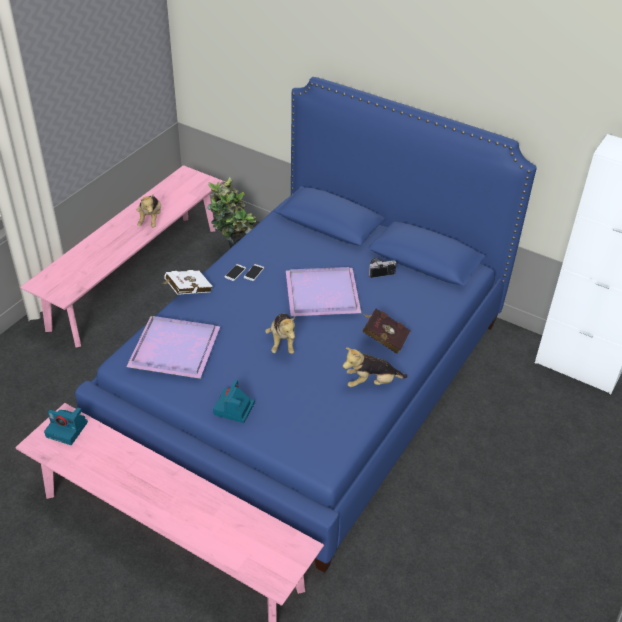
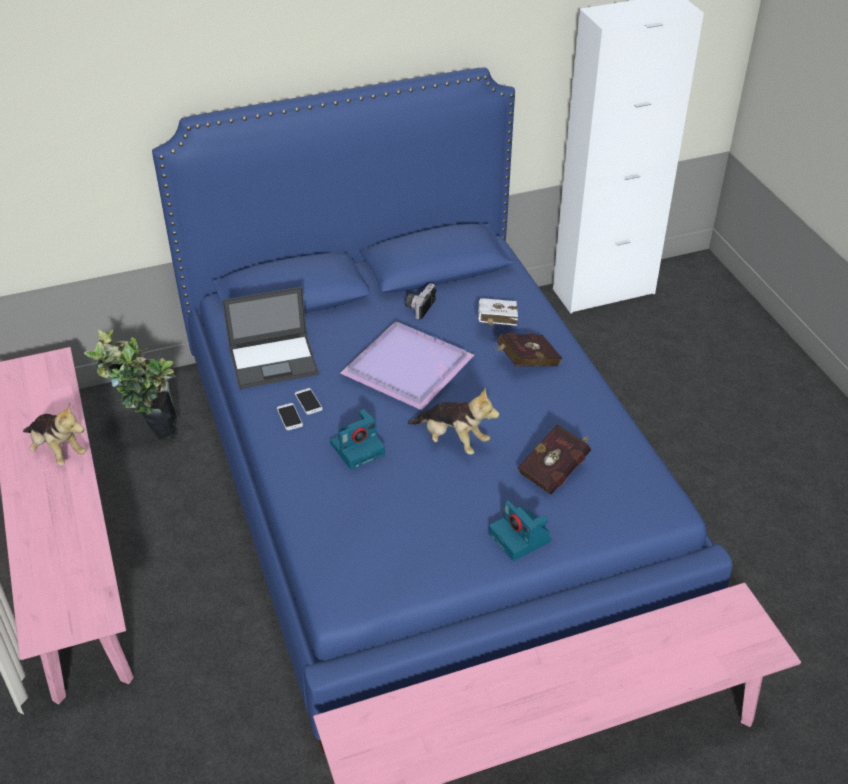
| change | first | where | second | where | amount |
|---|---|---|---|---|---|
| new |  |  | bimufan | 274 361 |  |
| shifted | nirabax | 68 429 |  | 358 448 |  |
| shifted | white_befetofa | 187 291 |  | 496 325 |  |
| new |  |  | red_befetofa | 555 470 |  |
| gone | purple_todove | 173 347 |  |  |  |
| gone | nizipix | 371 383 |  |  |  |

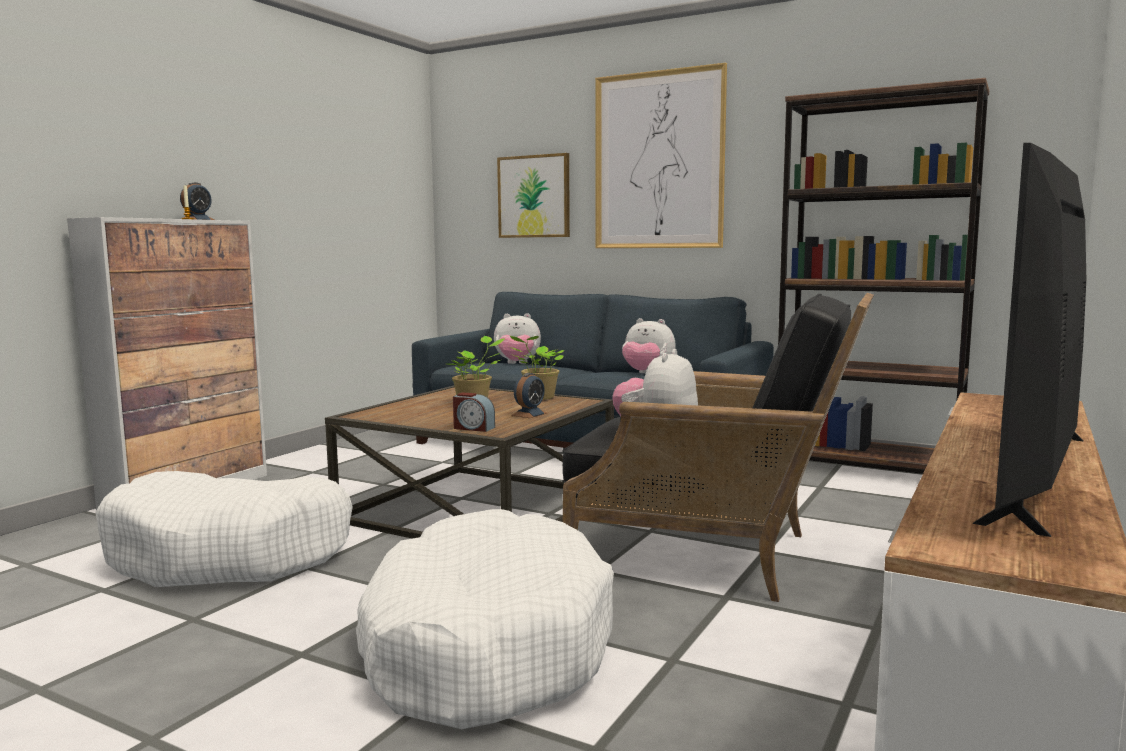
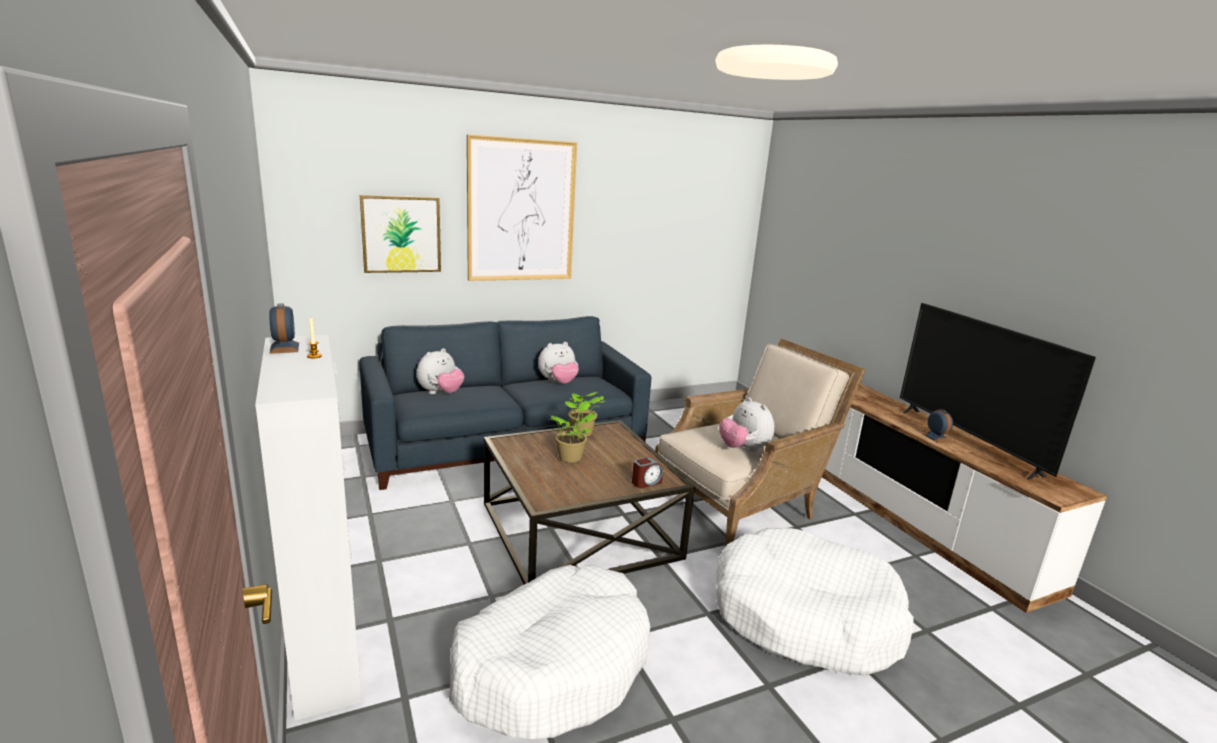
| change | first | where | second | where | amount |
|---|---|---|---|---|---|
| repainted | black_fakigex | 714 555 | beige_fakigex | 742 503 |  |
| shifted | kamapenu | 529 414 |  | 936 437 |  |
| gone | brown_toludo | 867 468 |  |  |  |

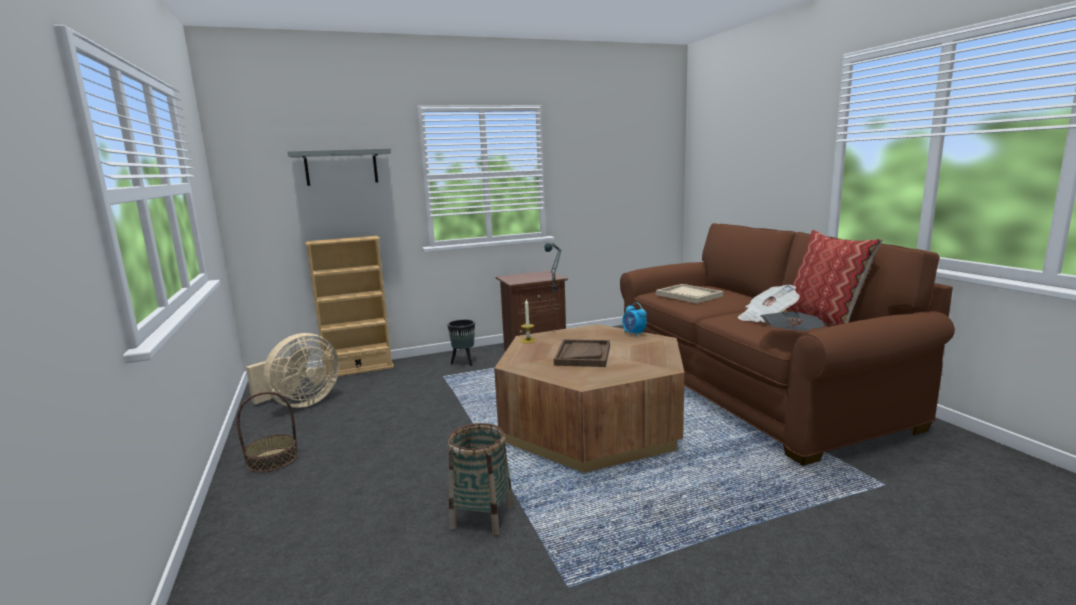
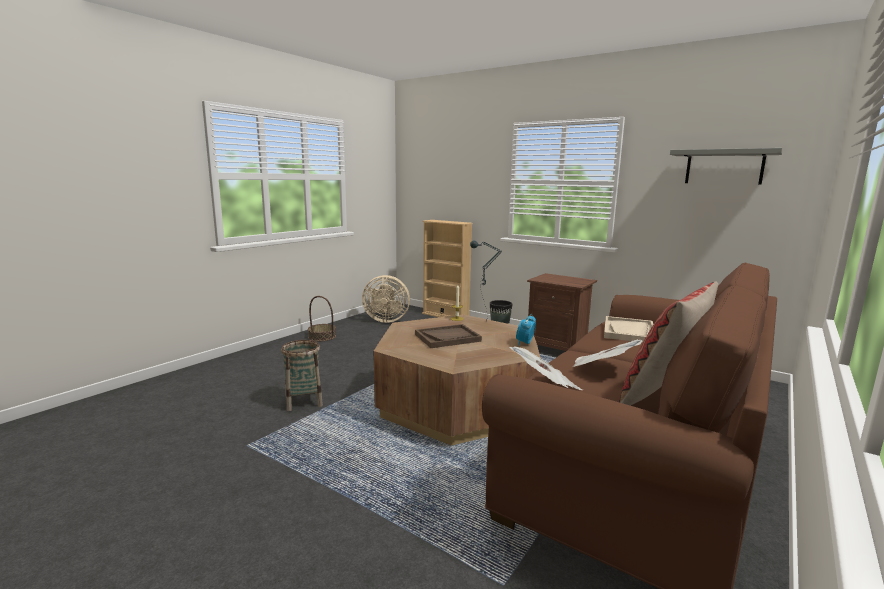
| change | first | where | second | where | amount |
|---|---|---|---|---|---|
| shifted | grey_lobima | 341 167 |  | 724 167 |  |

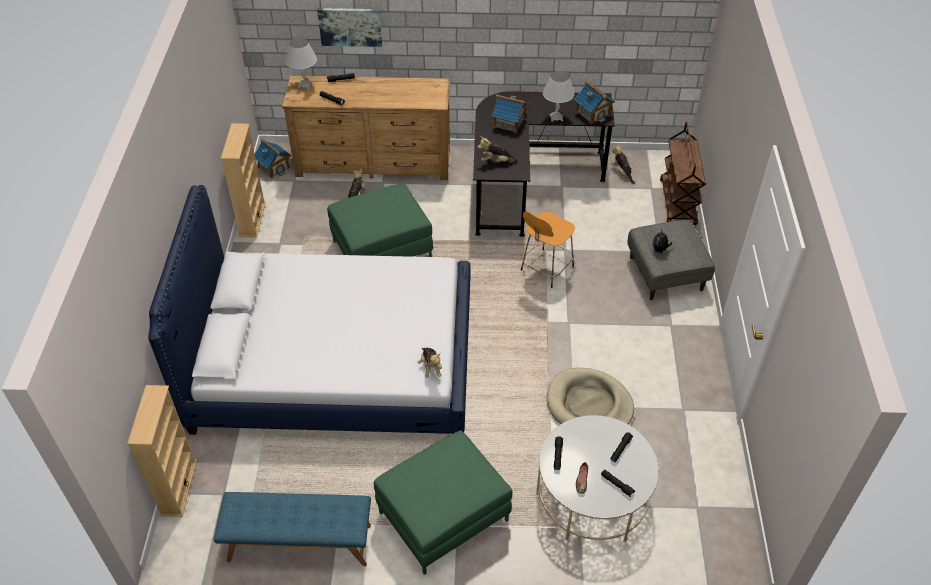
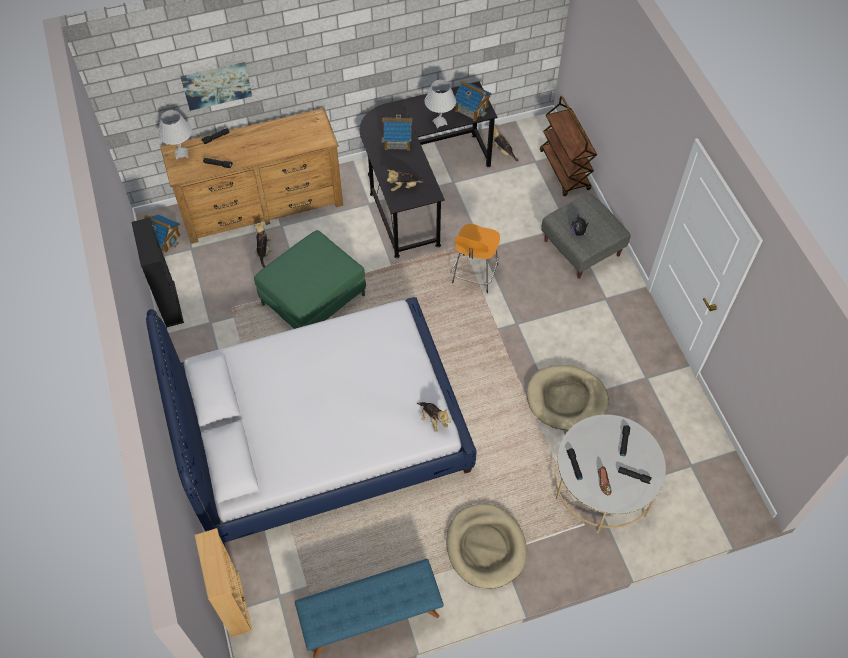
| change | first | where | second | where | amount |
|---|---|---|---|---|---|
| repainted | beige_toludo | 252 219 | black_toludo | 170 304 |  |
| swapped | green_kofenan | 443 516 | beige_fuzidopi | 486 547 |  |

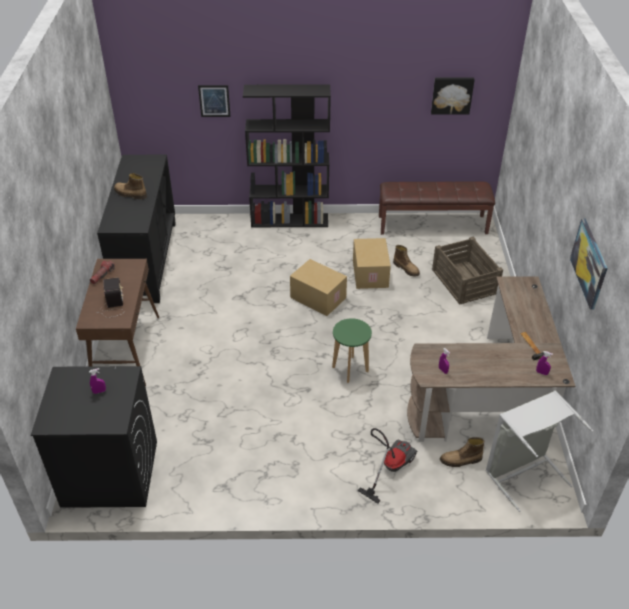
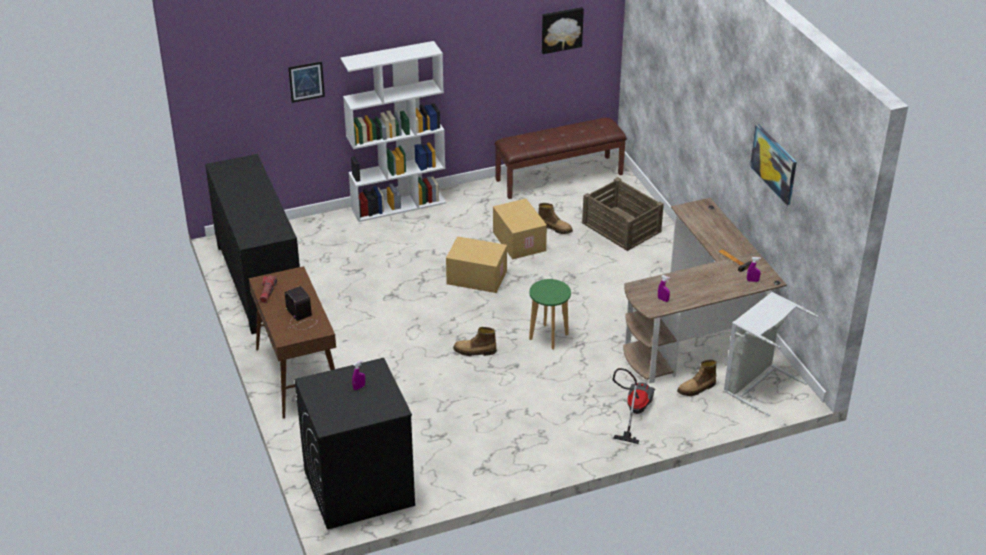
| change | first | where | second | where | amount |
|---|---|---|---|---|---|
| repainted | black_toludo | 290 220 | white_toludo | 399 205 |  |
| shifted | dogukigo | 130 194 |  | 474 351 |  |

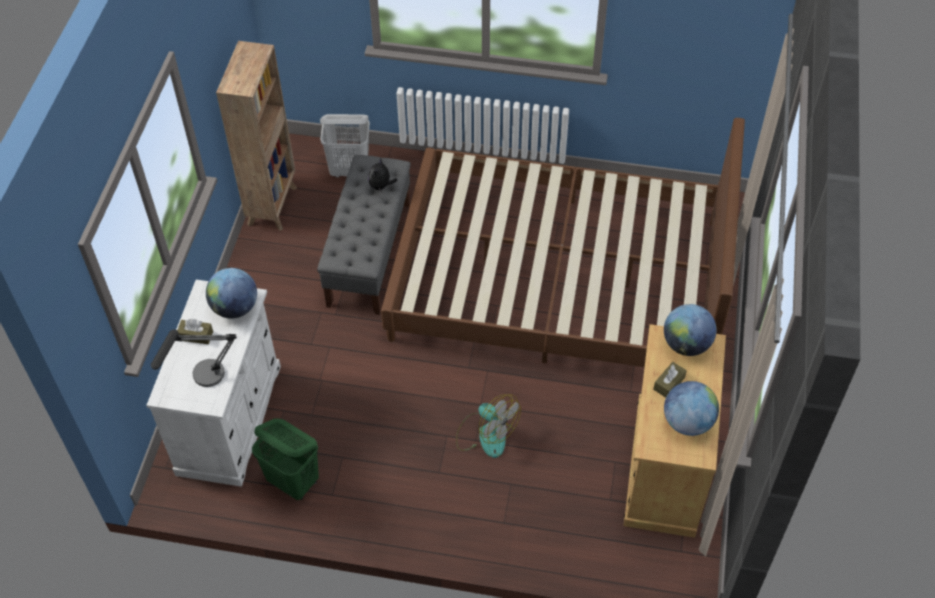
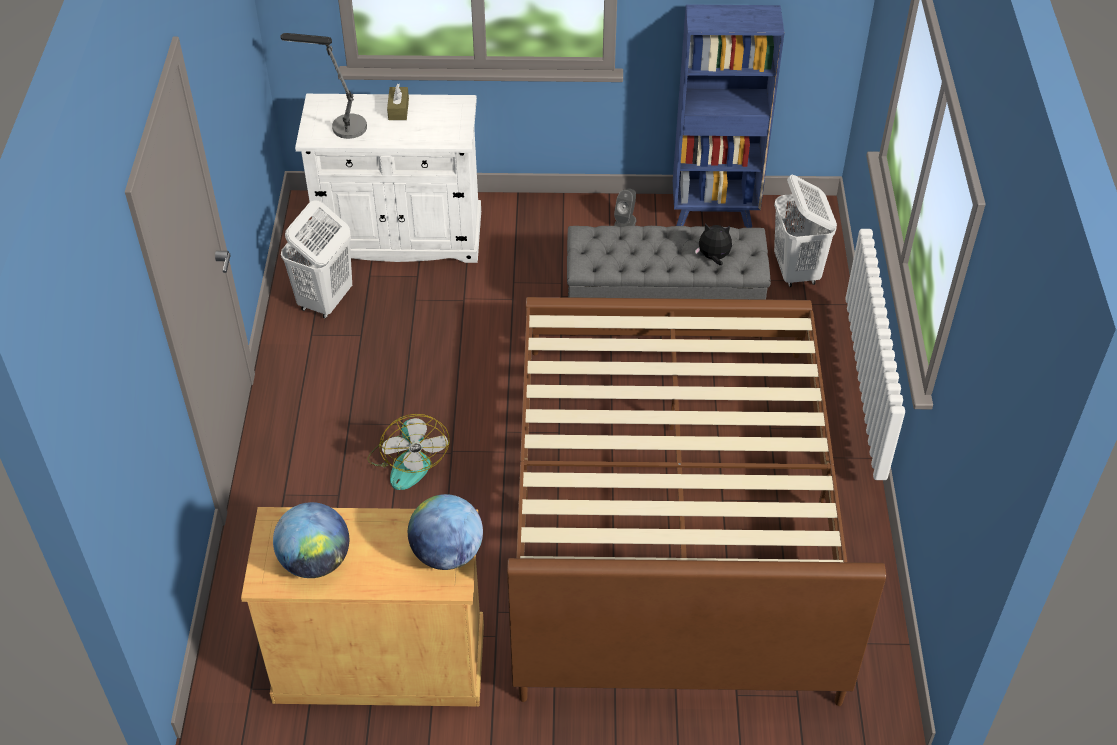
| change | first | where | second | where | amount |
|---|---|---|---|---|---|
| repainted | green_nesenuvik | 294 482 | white_nesenuvik | 325 301 |  |
| rotated | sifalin | 485 434 |  | 408 461 | 45 degrees counterclockwise |
| new |  |  | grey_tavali | 625 223 |  |
| repainted | brown_toludo | 273 205 | blue_toludo | 715 213 |  |
| gone | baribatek | 235 308 |  |  |  |
| gone | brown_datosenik | 669 383 |  |  |  |

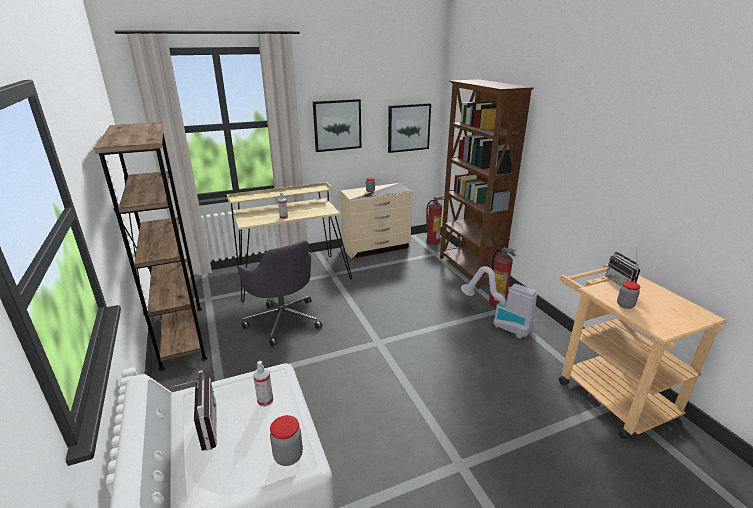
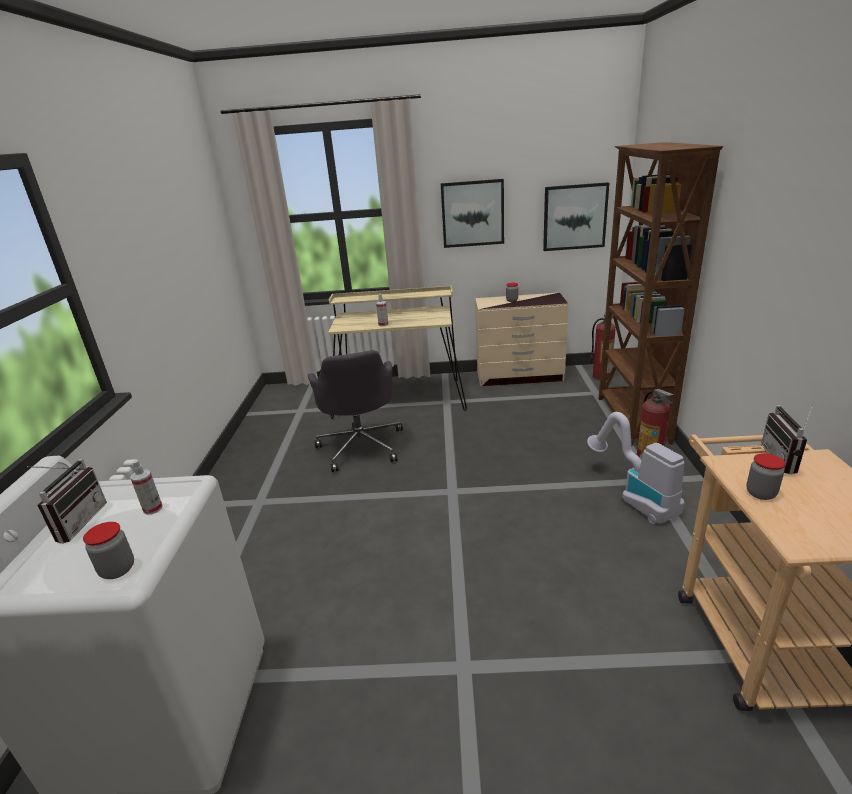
| change | first | where | second | where | amount |
|---|---|---|---|---|---|
| gone | brown_toludo | 182 336 |  |  |  |

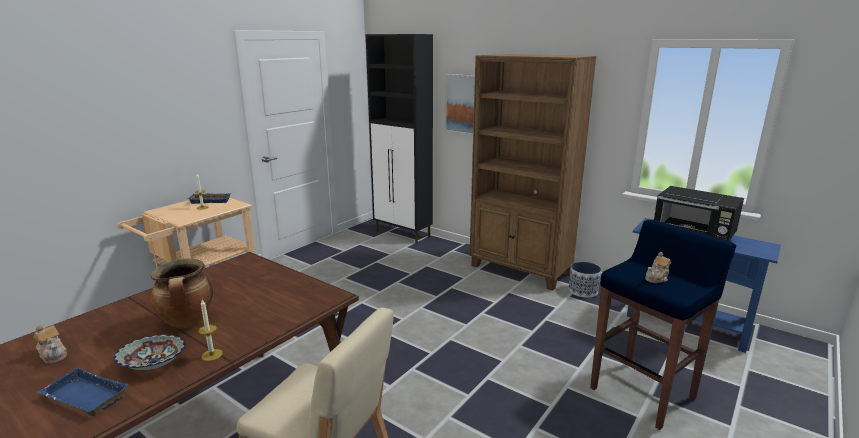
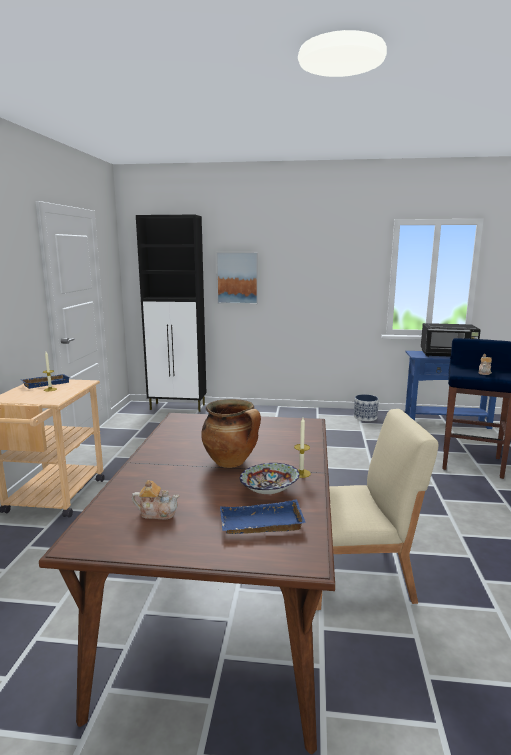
| change | first | where | second | where | amount |
|---|---|---|---|---|---|
| gone | brown_toludo | 520 270 |  |  |  |

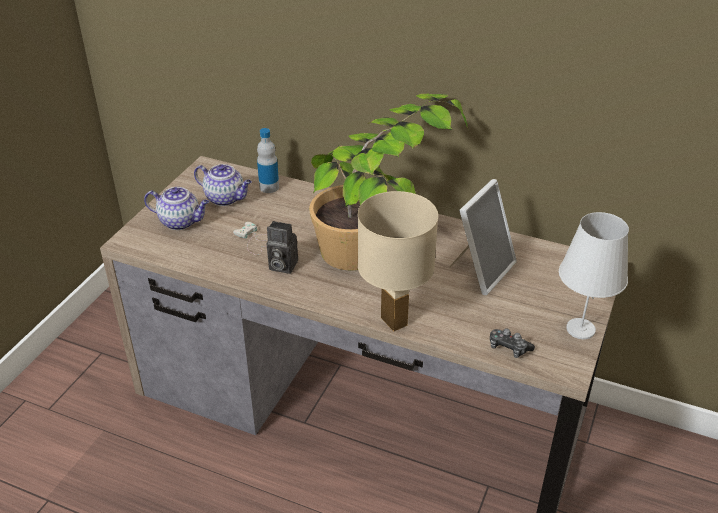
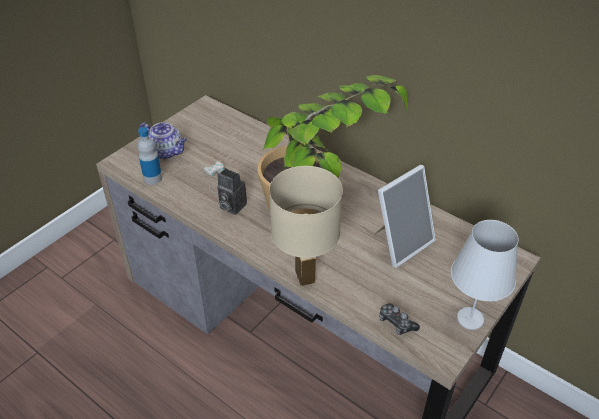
| change | first | where | second | where | amount |
|---|---|---|---|---|---|
| shifted | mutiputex | 269 187 |  | 153 178 |  |
| gone | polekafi | 226 198 |  |  |  |

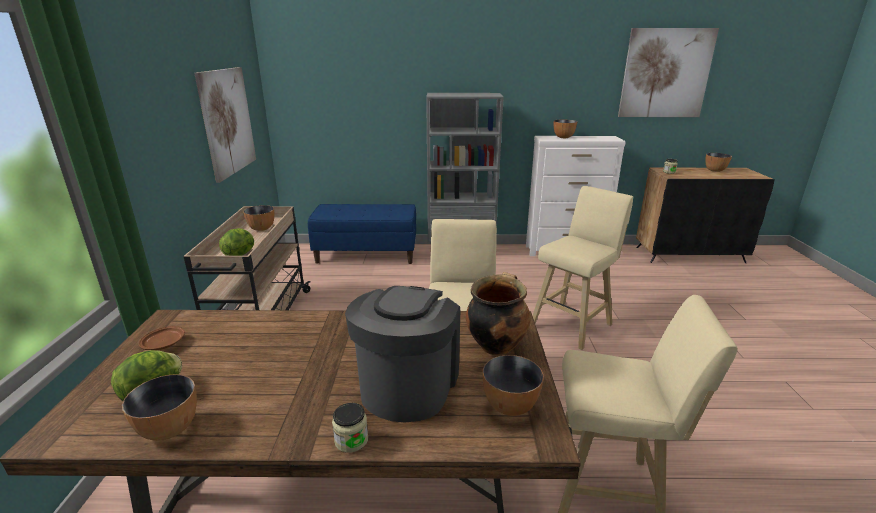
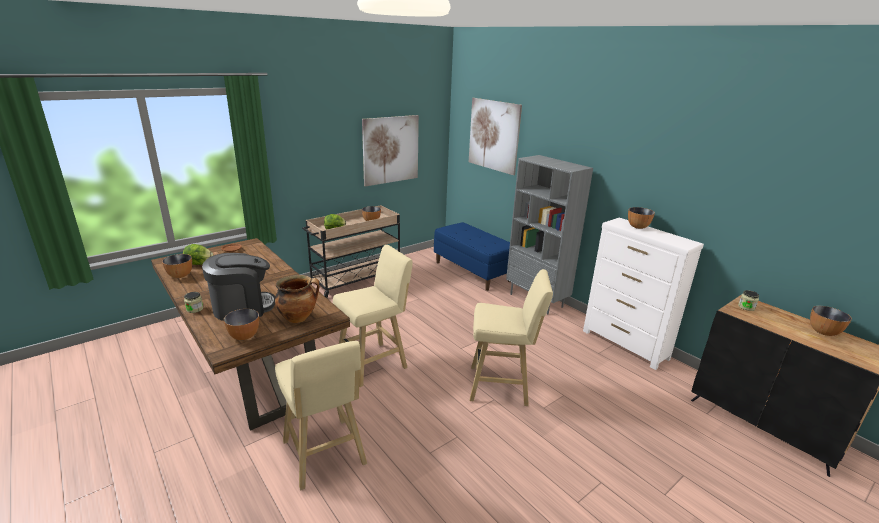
| change | first | where | second | where | amount |
|---|---|---|---|---|---|
| shifted | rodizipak | 665 74 |  | 494 135 |  |

